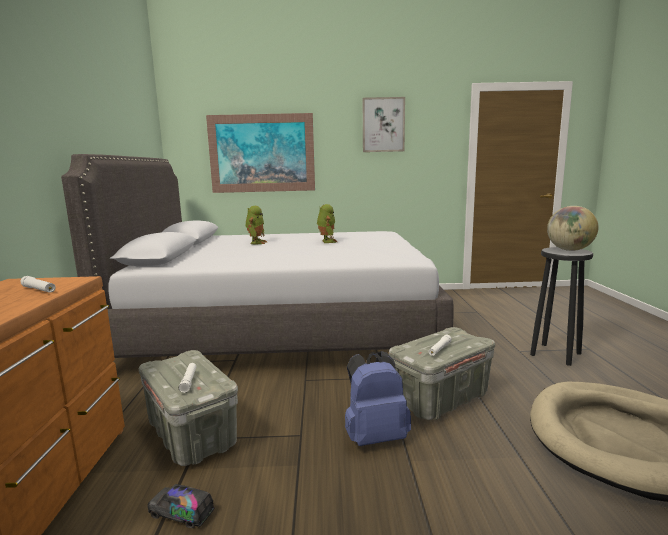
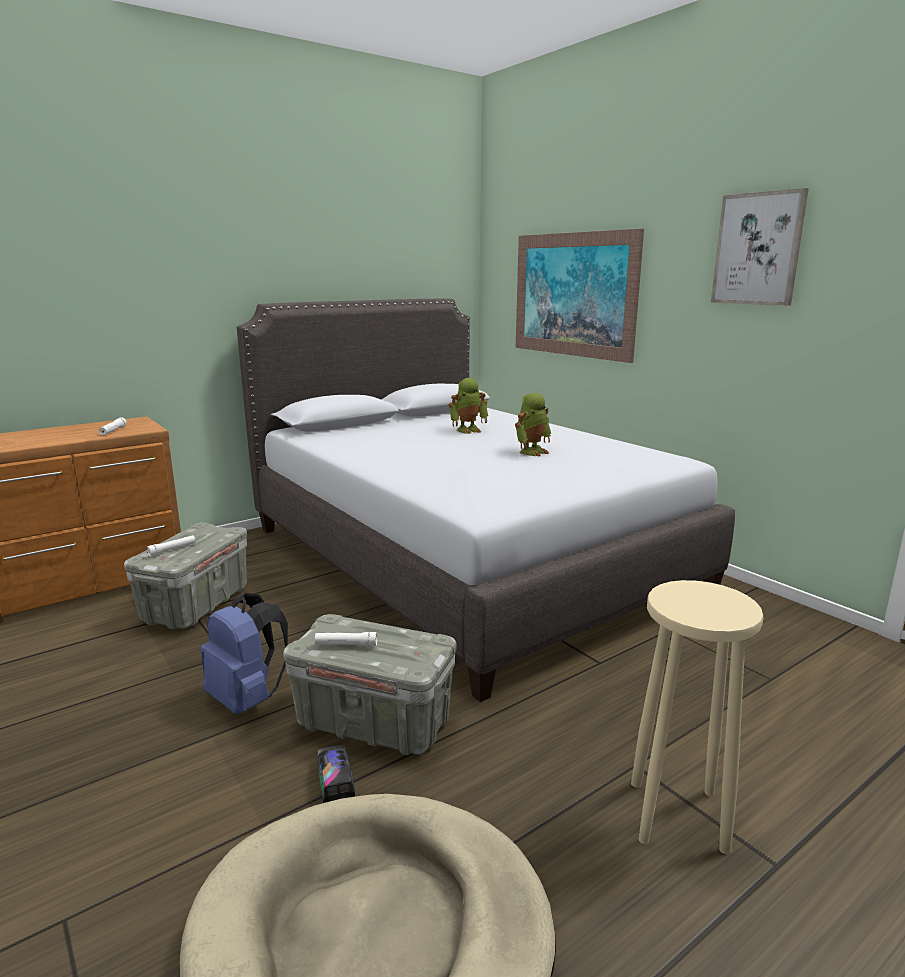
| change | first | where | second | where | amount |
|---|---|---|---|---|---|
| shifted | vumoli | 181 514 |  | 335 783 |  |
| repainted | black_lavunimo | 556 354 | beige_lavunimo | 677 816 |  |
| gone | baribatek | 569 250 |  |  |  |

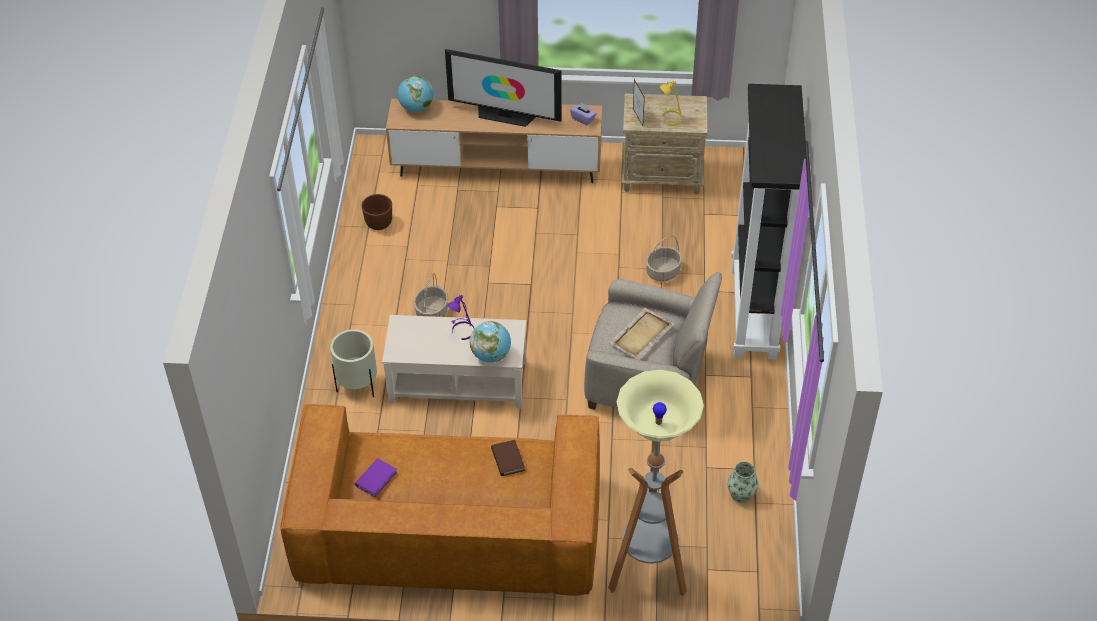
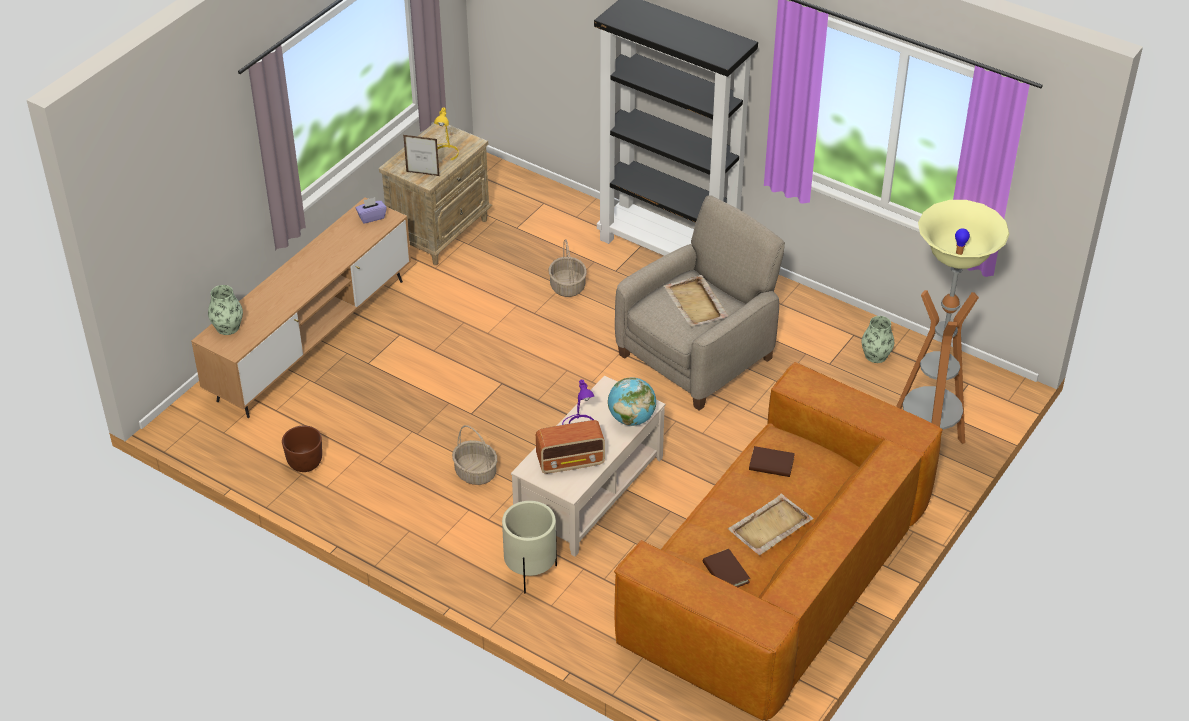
| change | first | where | second | where | amount |
|---|---|---|---|---|---|
| swapped | baribatek | 416 108 | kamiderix | 228 327 |  |
| new |  |  | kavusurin | 571 461 |  |
| repainted | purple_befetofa | 376 479 | brown_befetofa | 725 572 |  |
| new |  |  | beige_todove | 769 526 |  |
| gone | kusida | 505 115 |  |  |  |

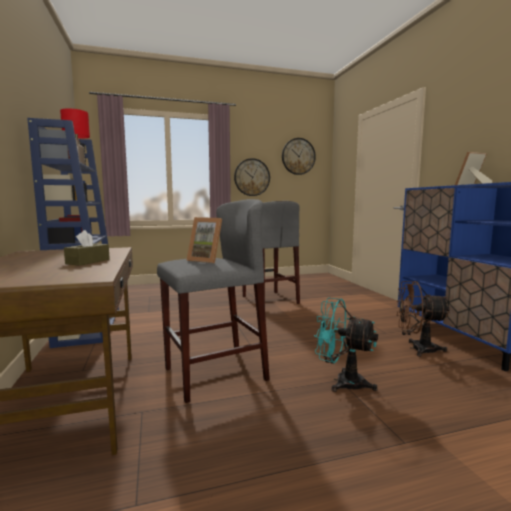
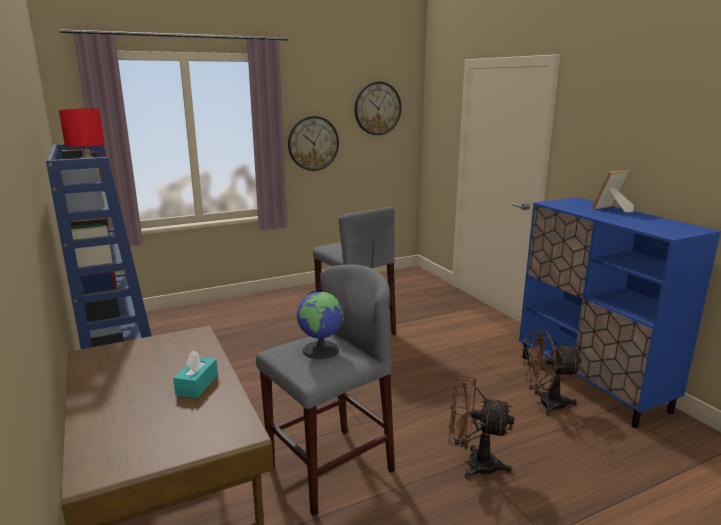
| change | first | where | second | where | amount |
|---|---|---|---|---|---|
| repainted | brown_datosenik | 88 261 | turquoise_datosenik | 197 385 |  |
| swapped | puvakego | 207 260 | baribatek | 321 350 |  |
| repainted | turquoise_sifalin | 342 382 | brown_sifalin | 473 464 |  |

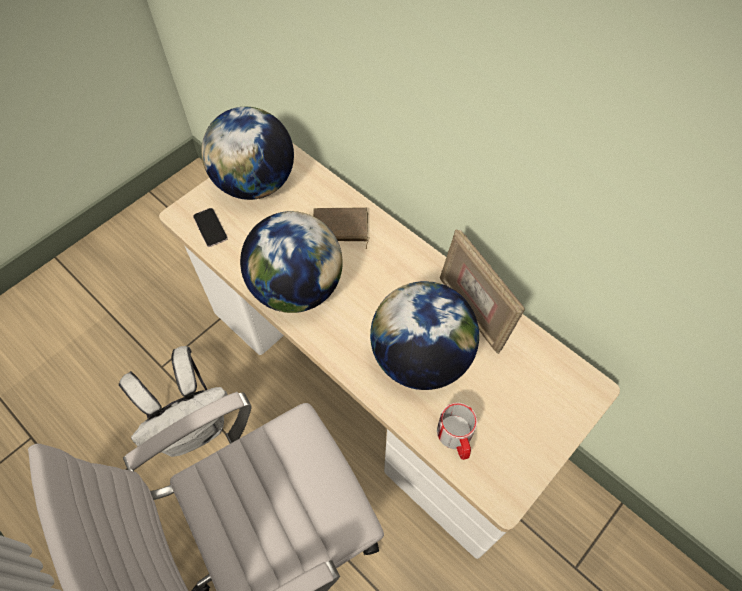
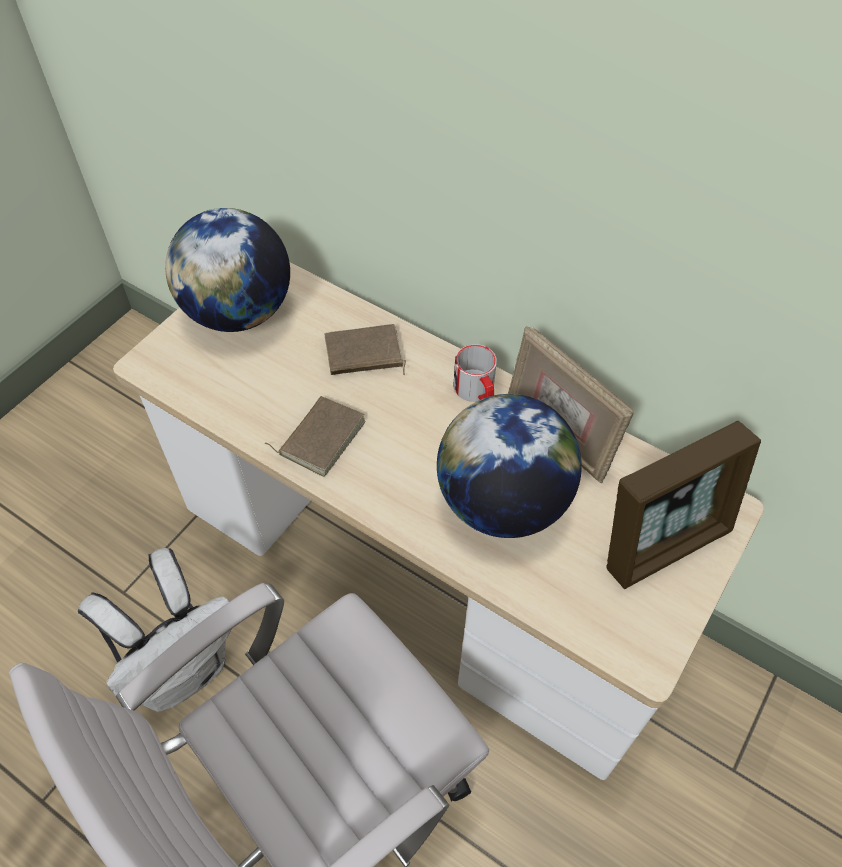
| change | first | where | second | where | amount |
|---|---|---|---|---|---|
| swapped | baribatek | 297 288 | brown_befetofa | 320 437 |  |
| shifted | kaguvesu | 456 438 |  | 476 391 |  |
| new |  |  | puvakego | 663 542 |  |
| gone | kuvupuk | 210 227 |  |  |  |

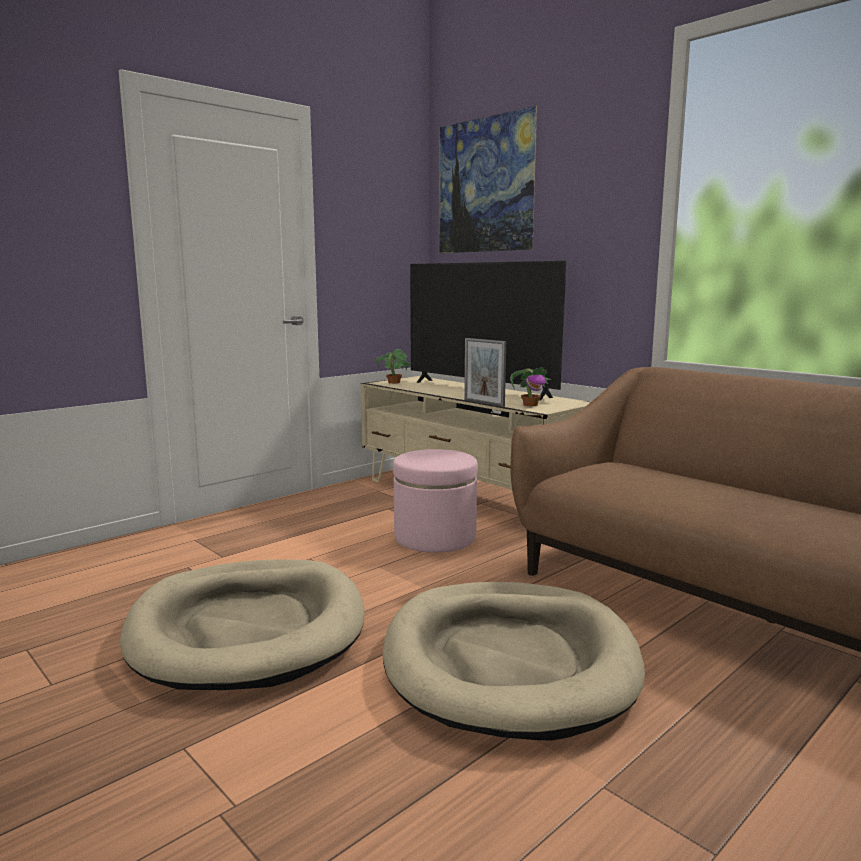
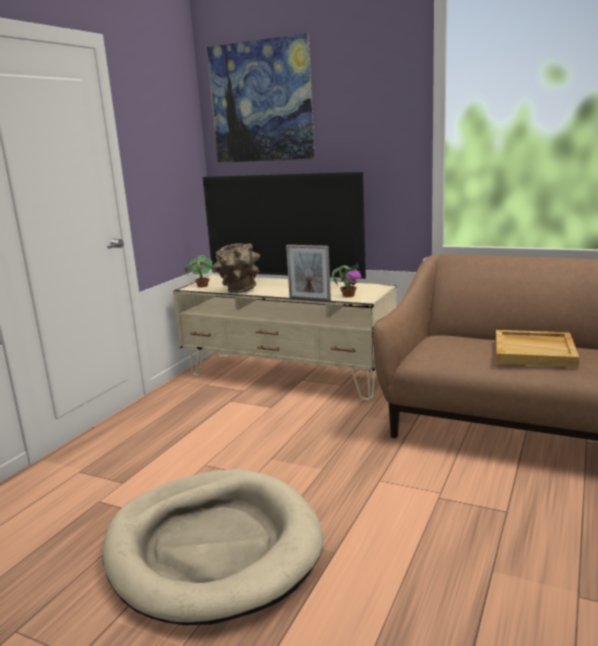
| change | first | where | second | where | amount |
|---|---|---|---|---|---|
| new |  |  | brown_kamiderix | 239 291 |  |
| new |  |  | beige_todove | 534 352 |  |
| gone | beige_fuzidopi | 509 662 |  |  |  |
| gone | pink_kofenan | 435 537 |  |  |  |

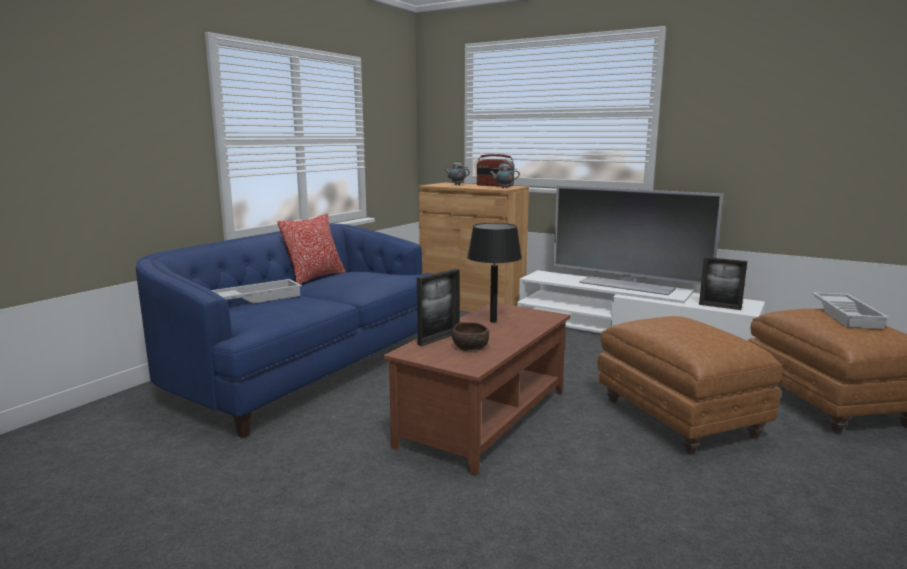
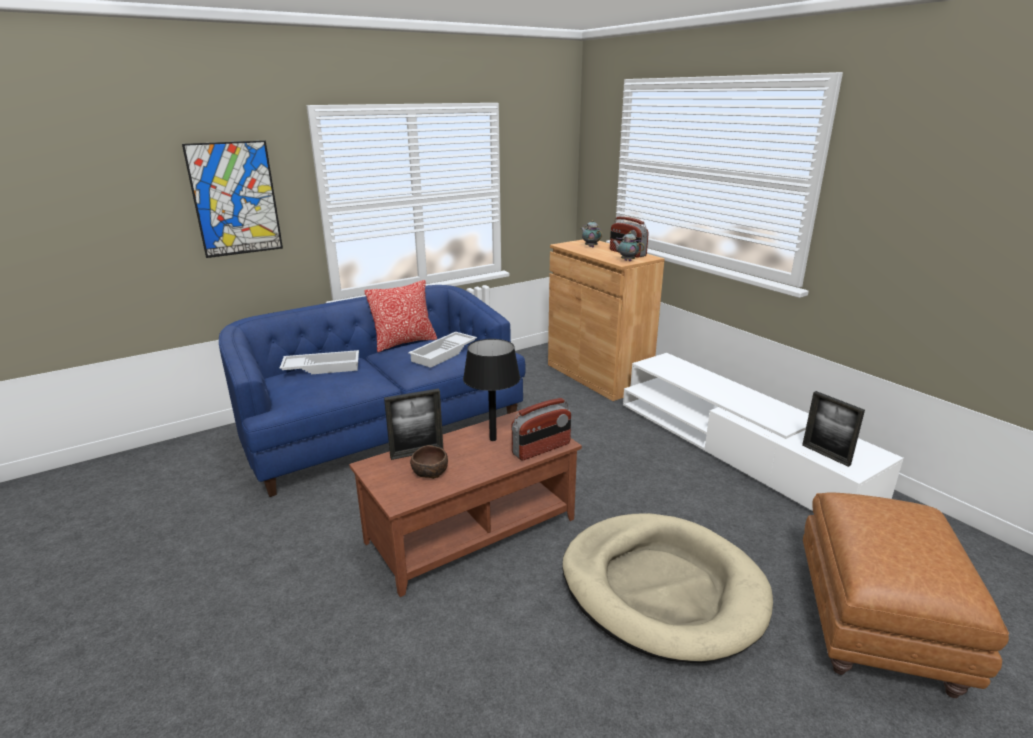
| change | first | where | second | where | amount |
|---|---|---|---|---|---|
| new |  |  | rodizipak | 235 199 |  |
| shifted | white_todove | 847 315 |  | 444 354 |  |
| new |  |  | kavusurin | 541 449 |  |
| swapped | brown_kofenan | 676 418 | beige_fuzidopi | 661 588 |  |
| gone | kusida | 626 285 |  |  |  |

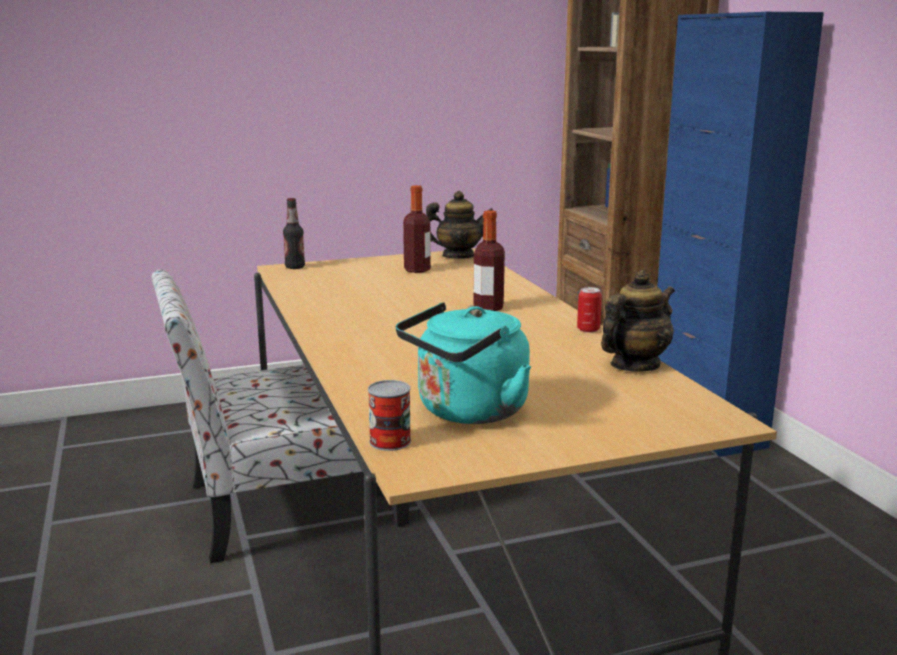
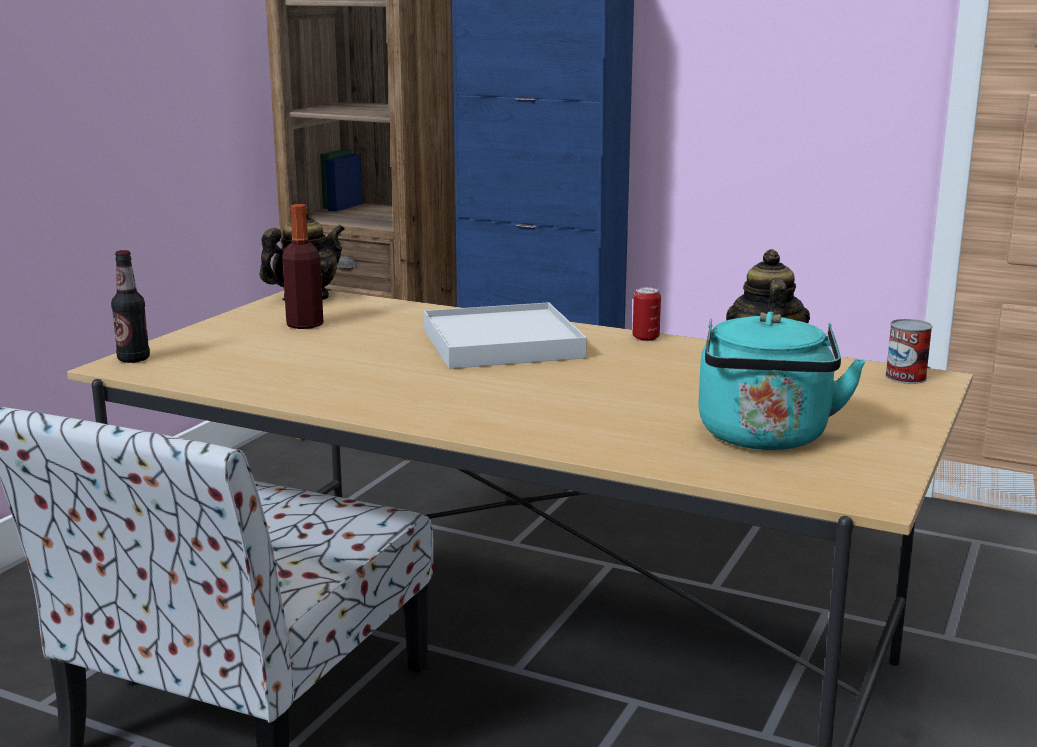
| change | first | where | second | where | amount |
|---|---|---|---|---|---|
| swapped | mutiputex | 488 308 | white_todove | 502 343 |  |
| shifted | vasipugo | 390 441 |  | 905 377 |  |

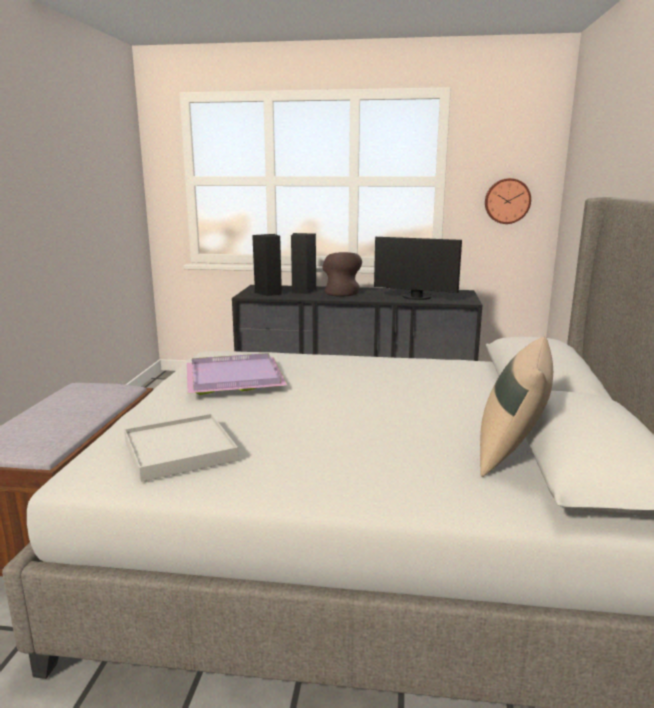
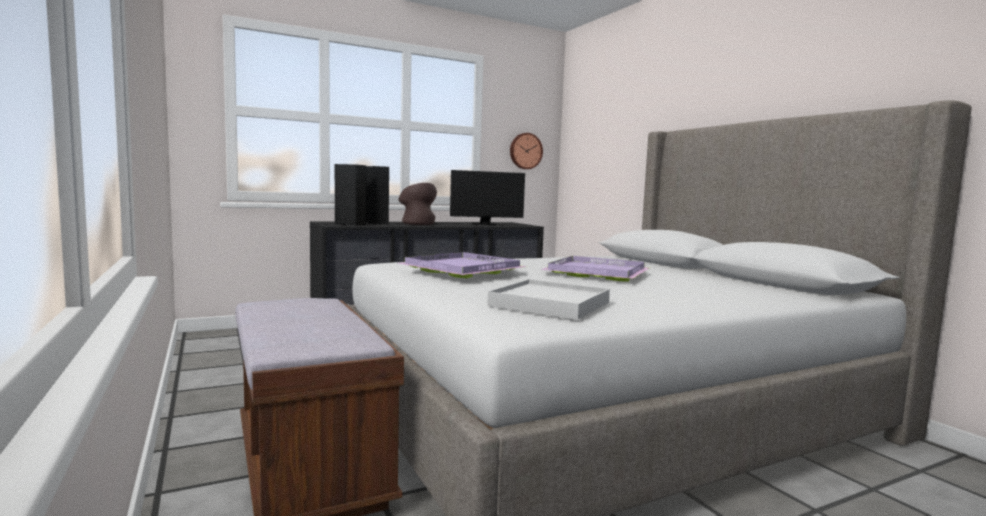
| change | first | where | second | where | amount |
|---|---|---|---|---|---|
| new |  |  | purple_todove | 598 273 |  |
| gone | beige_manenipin | 511 454 |  |  |  |

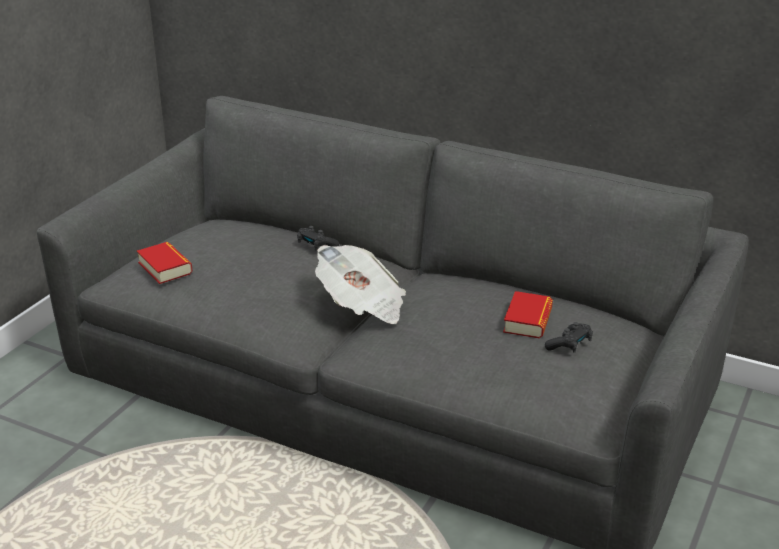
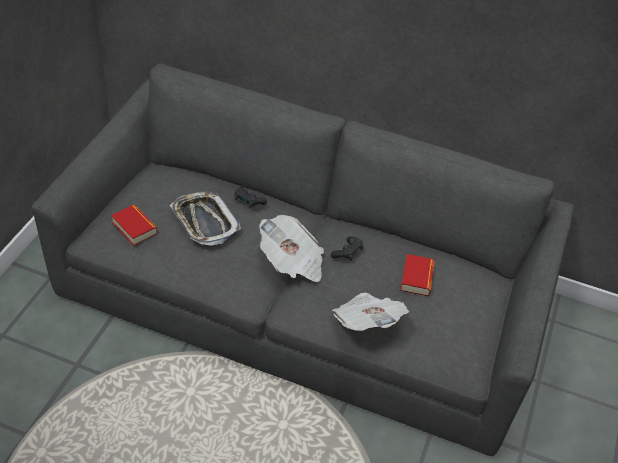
| change | first | where | second | where | amount |
|---|---|---|---|---|---|
| new |  |  | todove | 204 221 |  |
| shifted | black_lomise | 569 345 |  | 347 253 |  |
| new |  |  | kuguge | 367 323 |  |

